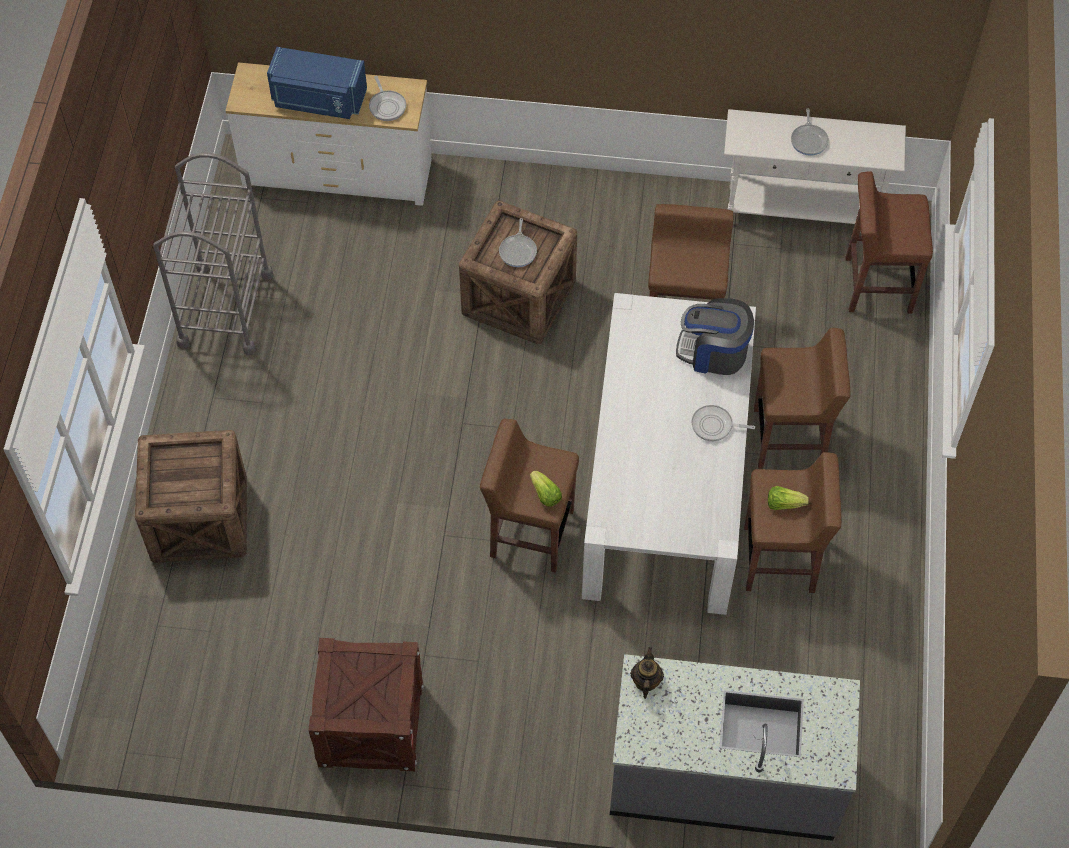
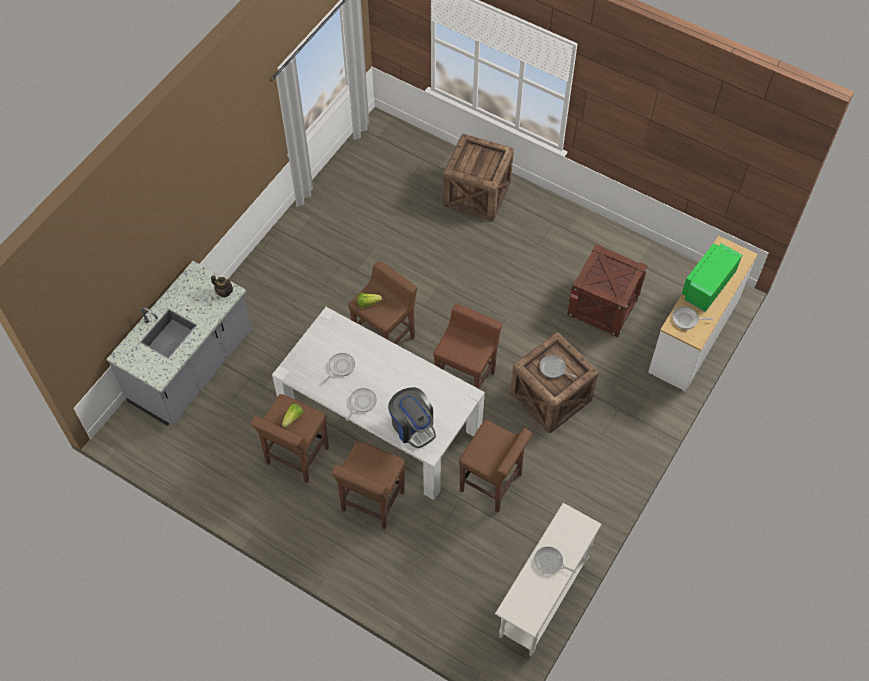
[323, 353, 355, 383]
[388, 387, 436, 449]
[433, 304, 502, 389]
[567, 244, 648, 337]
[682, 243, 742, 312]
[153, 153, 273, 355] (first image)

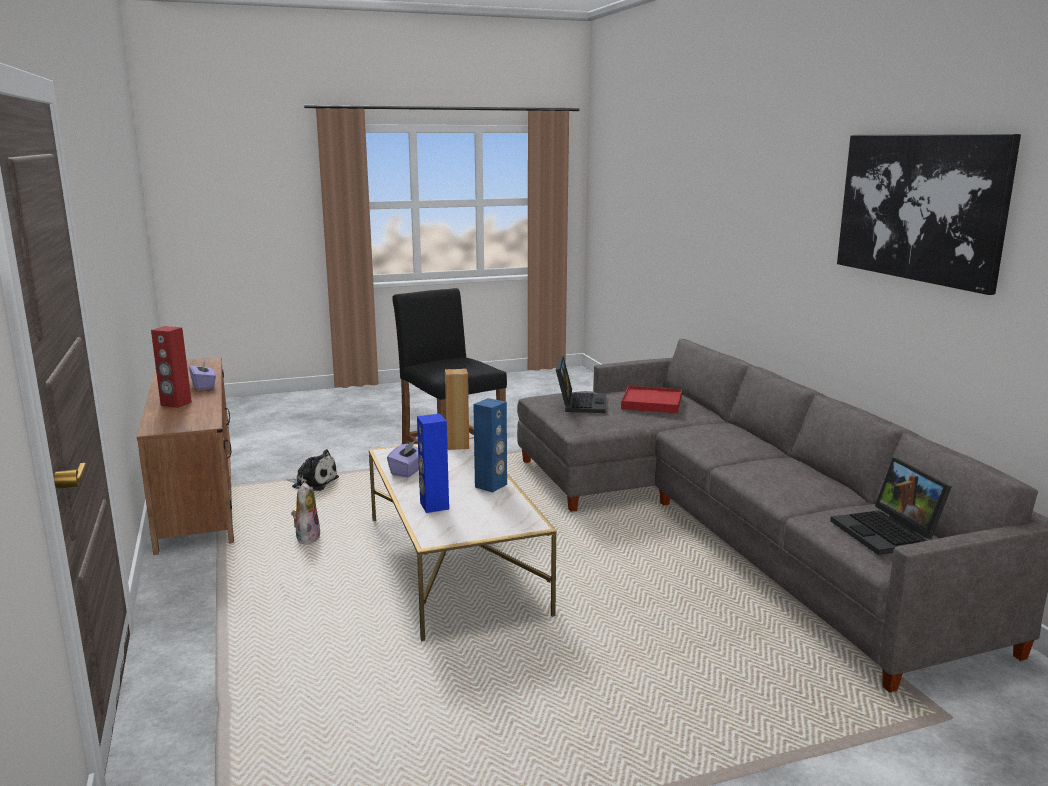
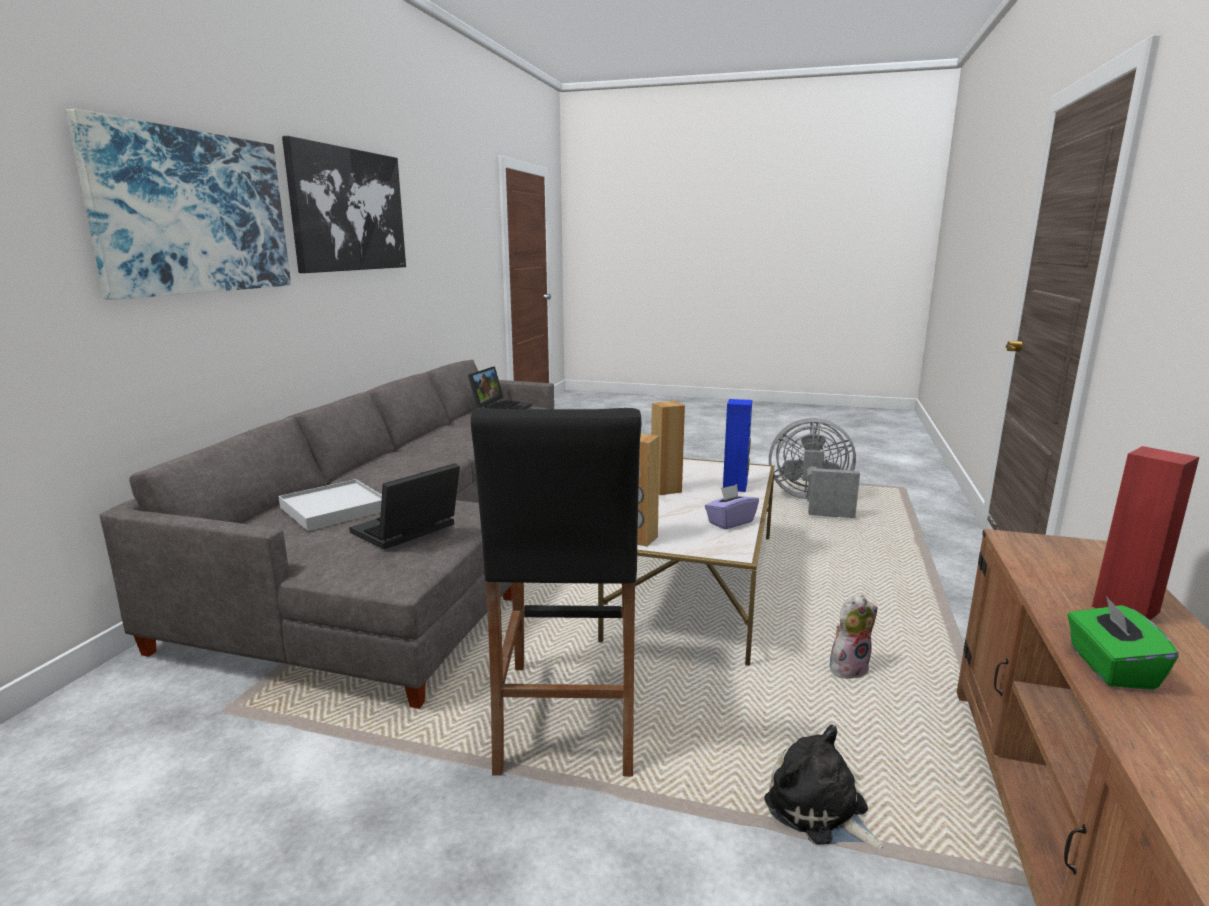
[66, 109, 291, 300]
[278, 479, 382, 531]
[651, 401, 685, 495]
[769, 418, 860, 518]
[830, 594, 878, 678]
[1067, 596, 1179, 690]

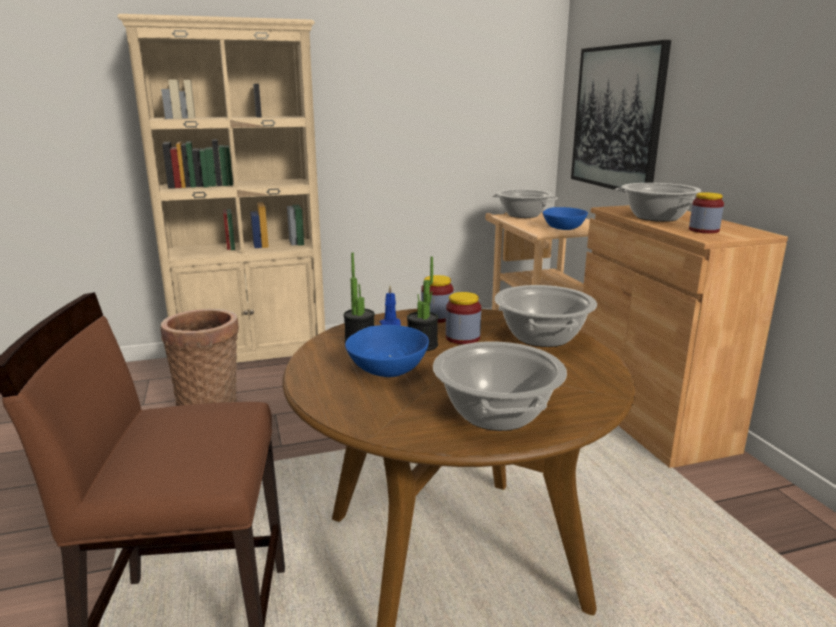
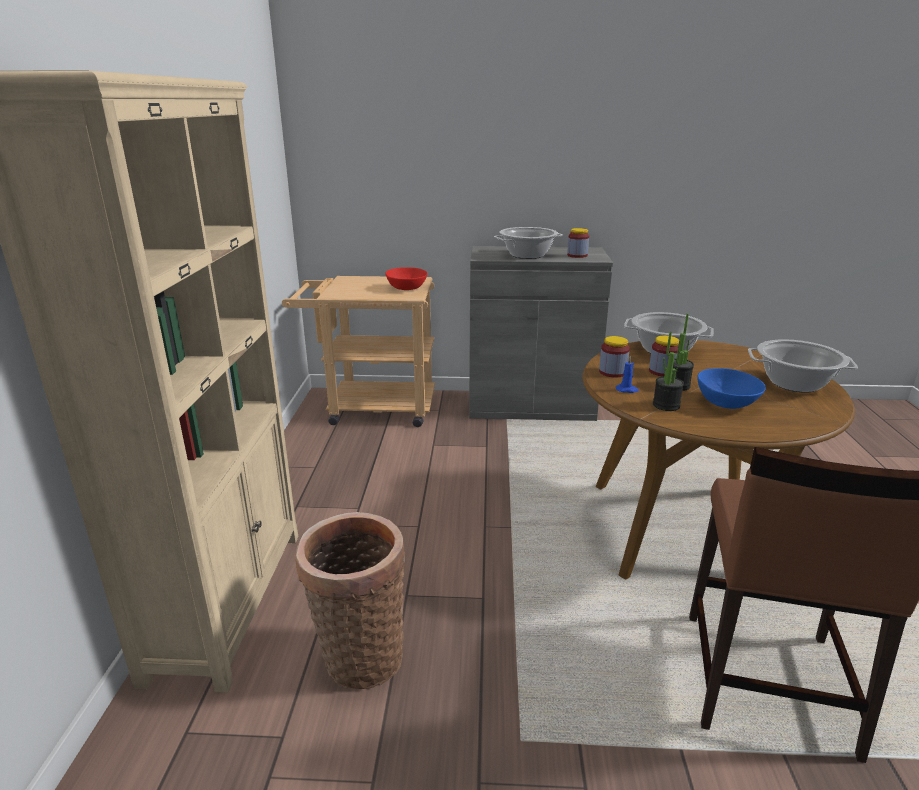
[385, 267, 427, 290]
[469, 246, 613, 421]
[492, 189, 558, 218] (first image)
[571, 40, 671, 193] (first image)

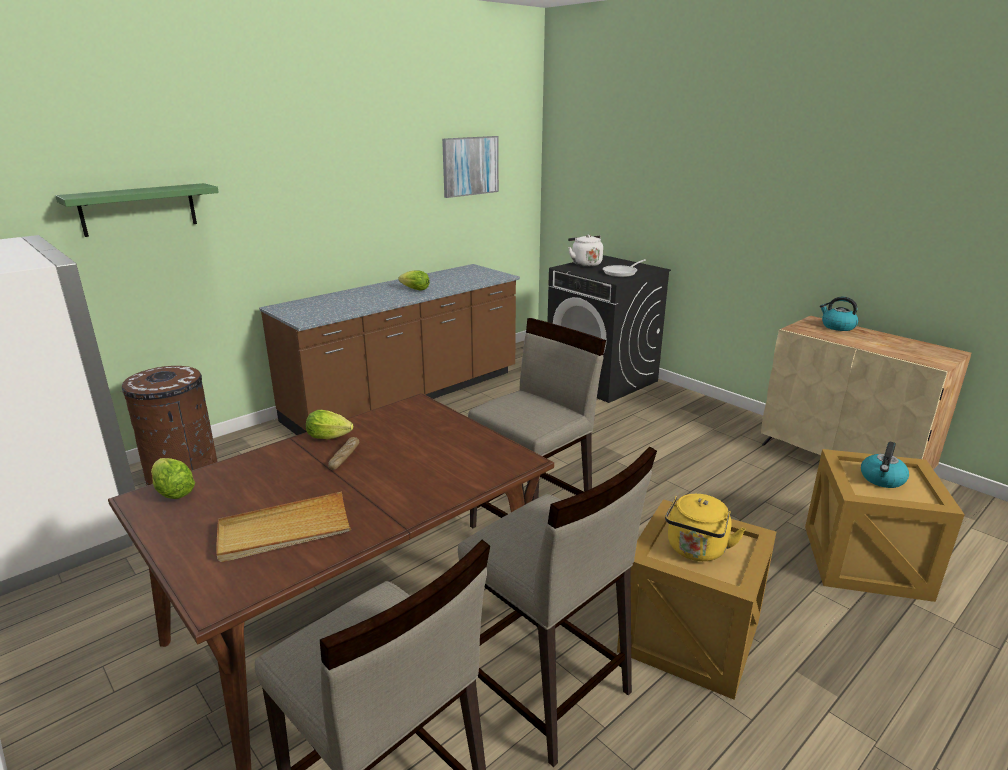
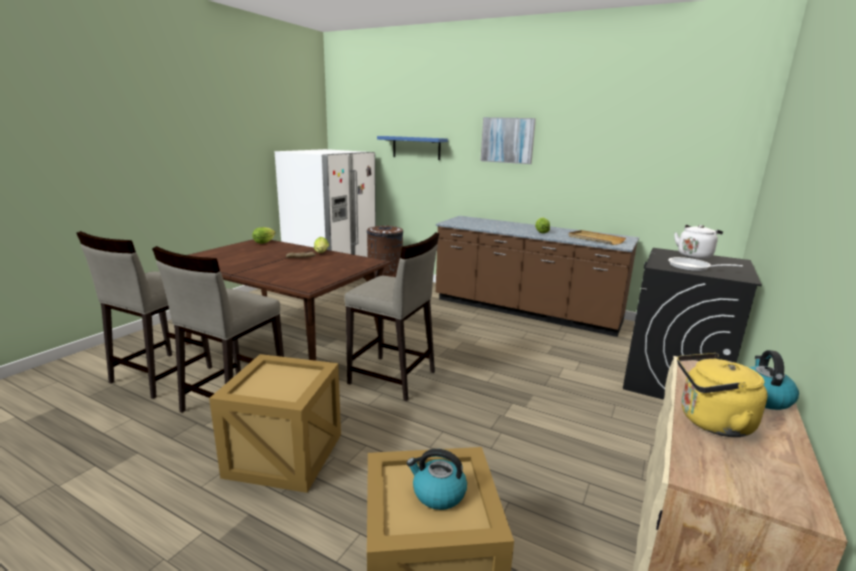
[377, 136, 448, 160]
[481, 117, 536, 164]
[568, 230, 626, 245]
[677, 353, 768, 437]

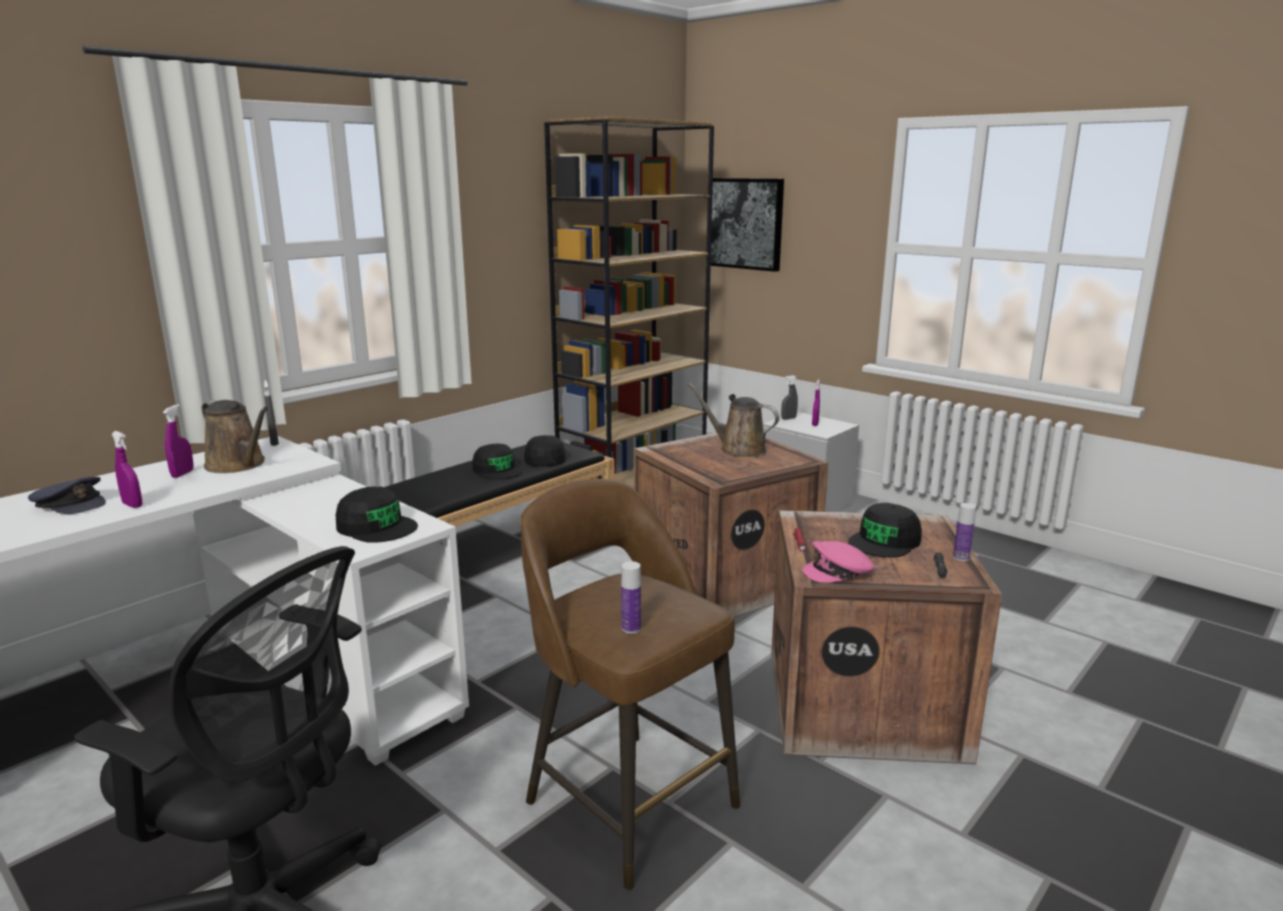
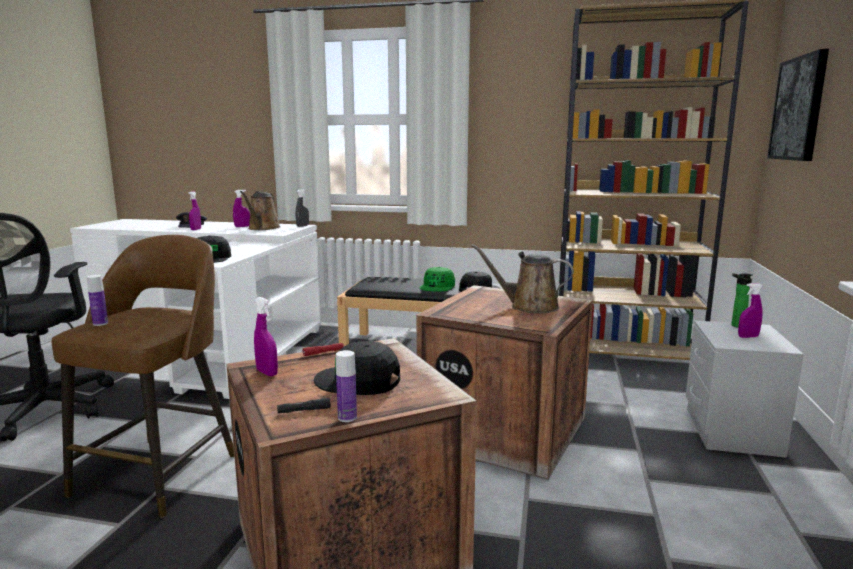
[254, 297, 278, 376]
[420, 267, 455, 292]
[471, 244, 574, 313]
[731, 273, 753, 328]

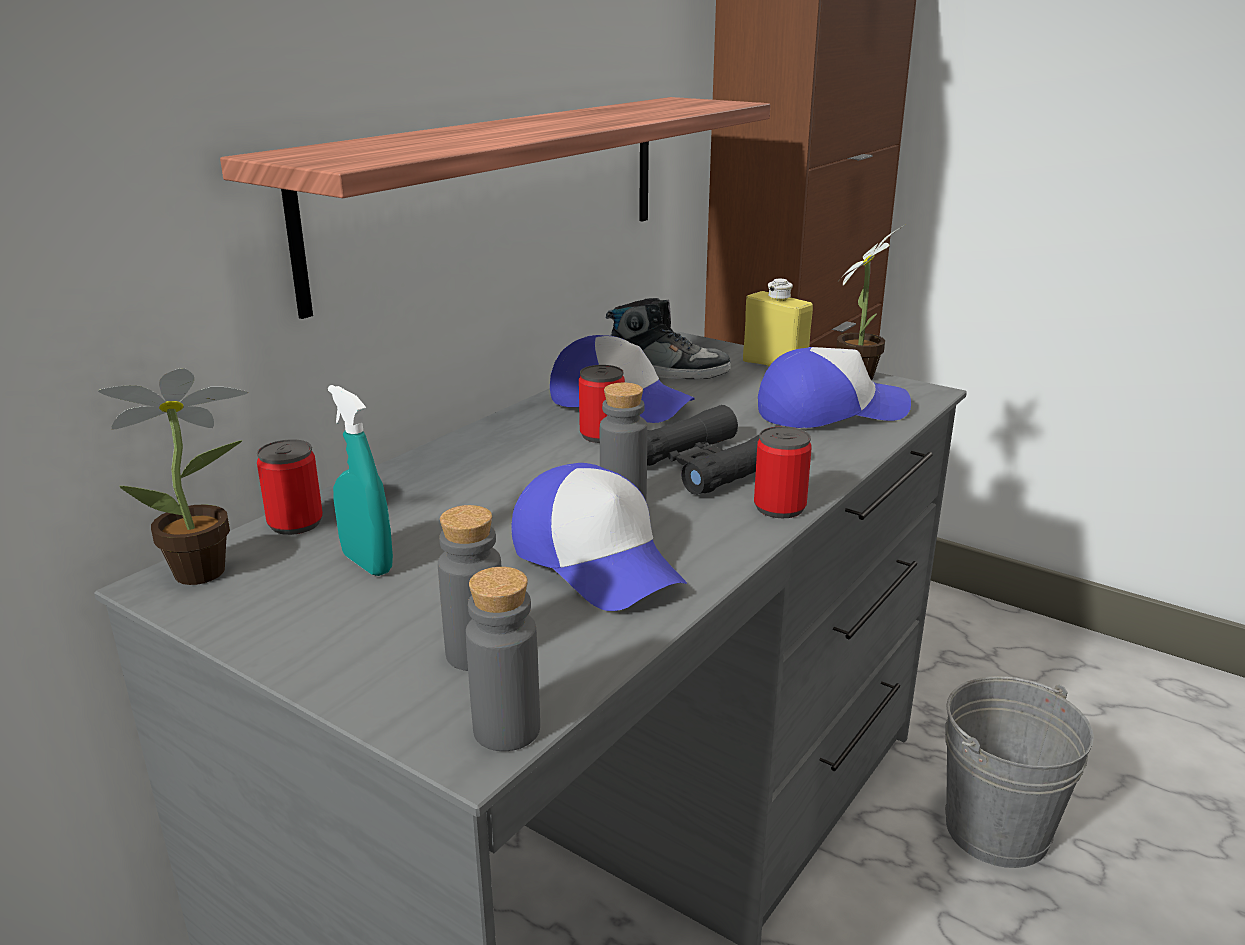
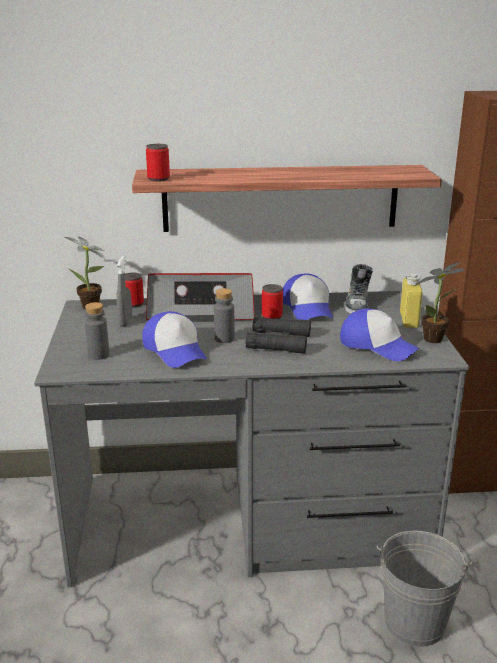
[117, 256, 132, 327]
[142, 311, 207, 368]
[146, 144, 170, 182]
[146, 273, 255, 322]
[345, 264, 373, 314]
[466, 567, 540, 751] (first image)

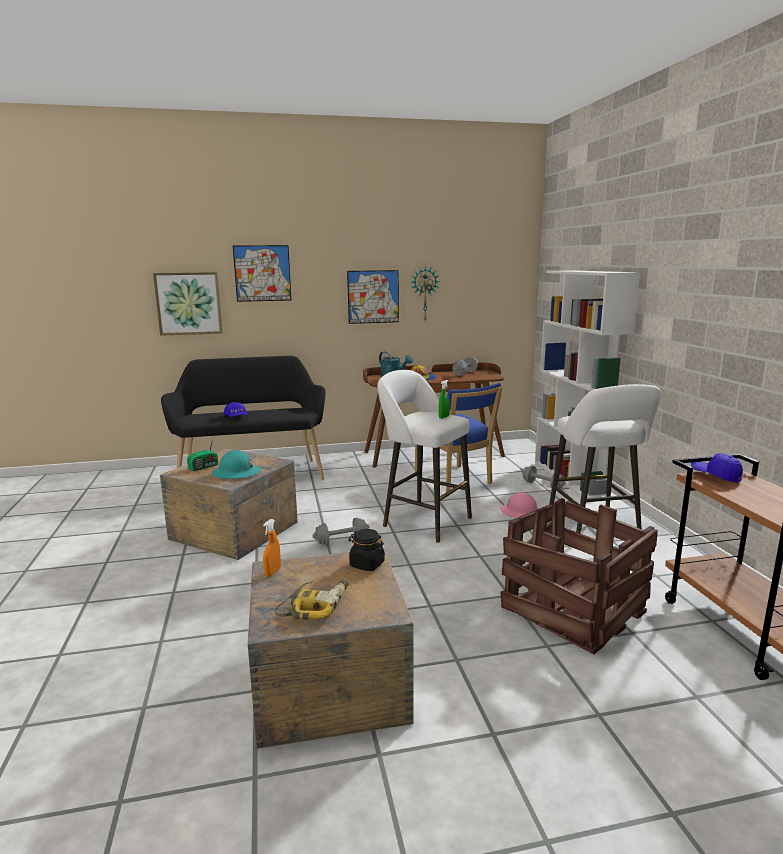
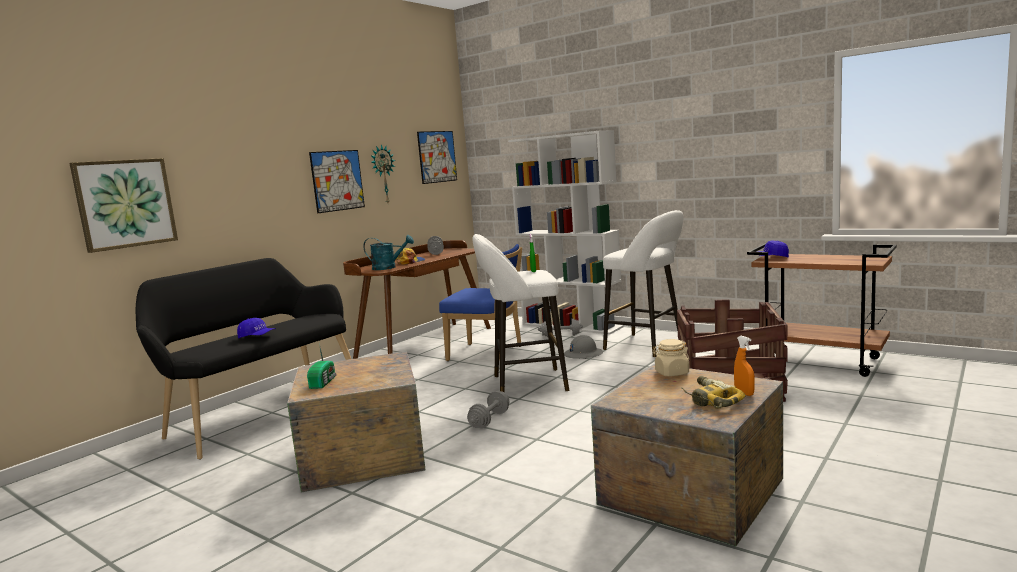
[417, 131, 457, 184]
[564, 335, 603, 359]
[653, 339, 689, 377]
[734, 336, 755, 396]
[212, 450, 261, 479] (first image)

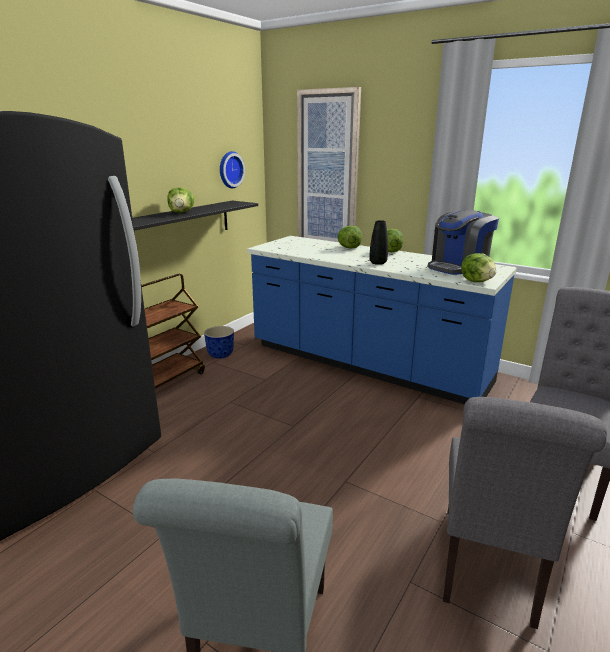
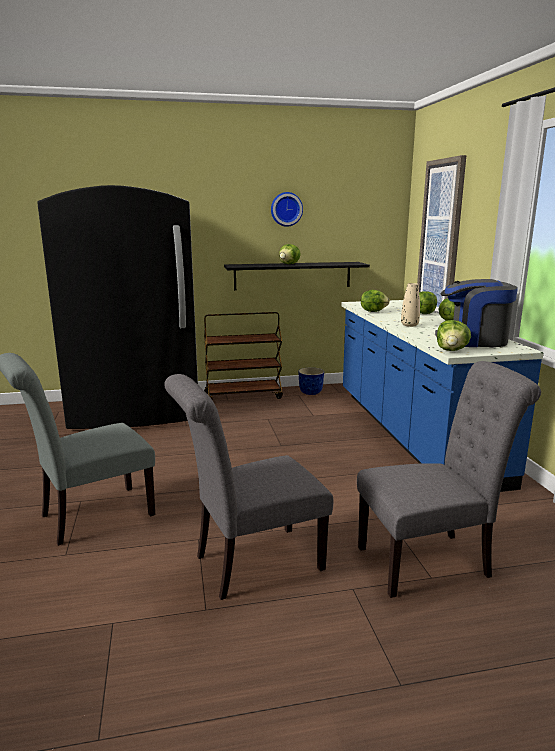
[271, 192, 303, 227]
[361, 290, 390, 312]
[401, 283, 420, 327]

